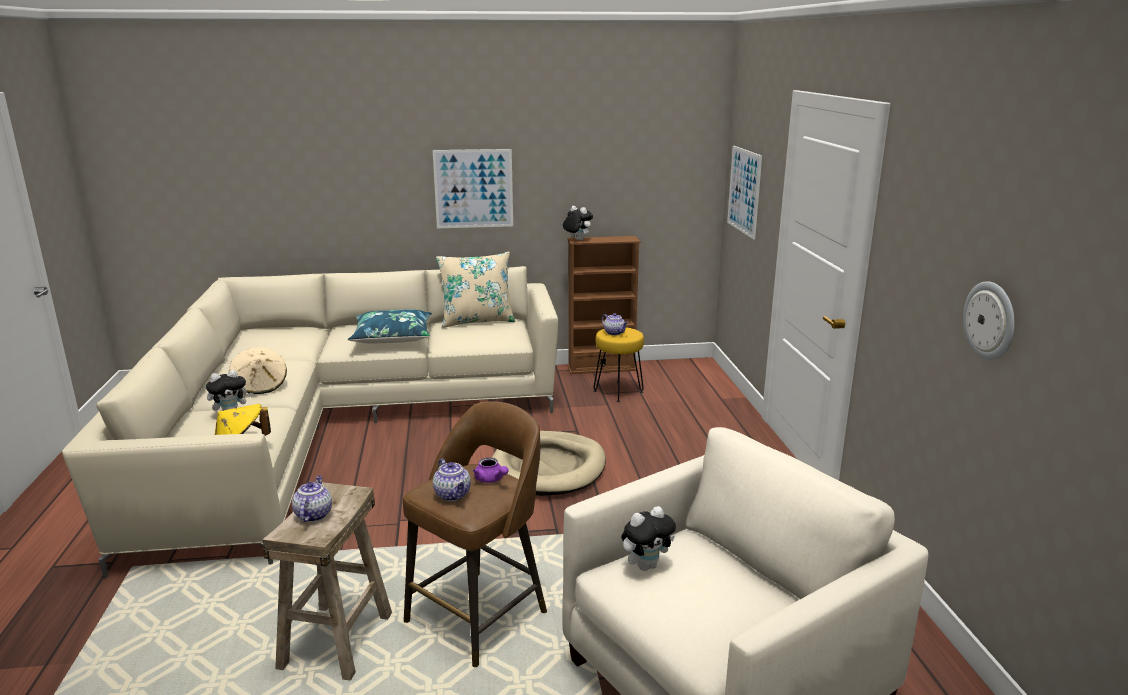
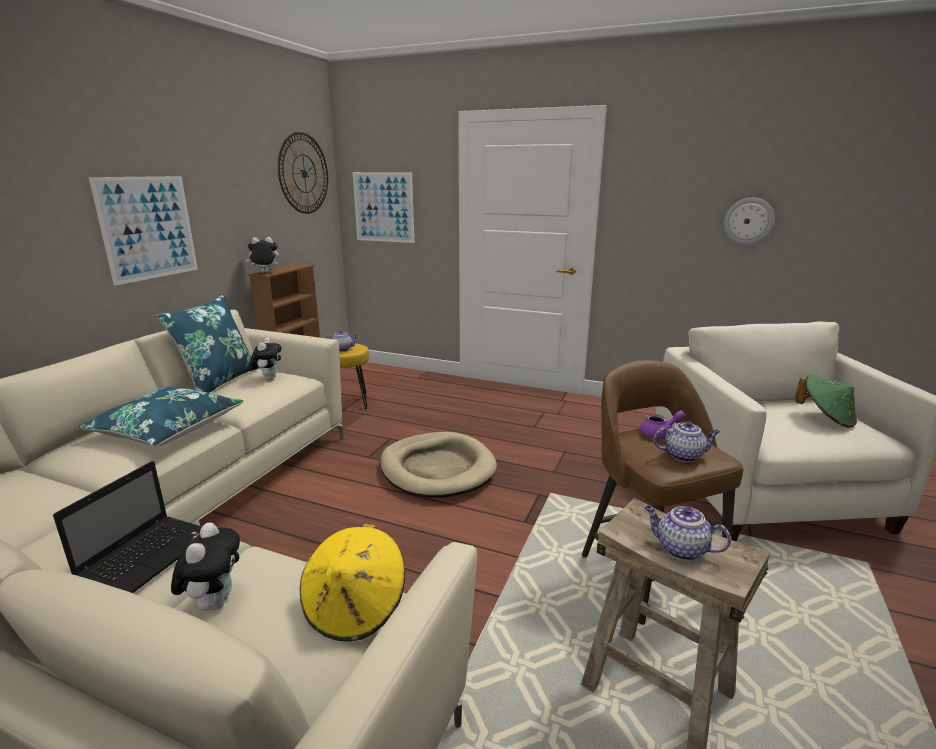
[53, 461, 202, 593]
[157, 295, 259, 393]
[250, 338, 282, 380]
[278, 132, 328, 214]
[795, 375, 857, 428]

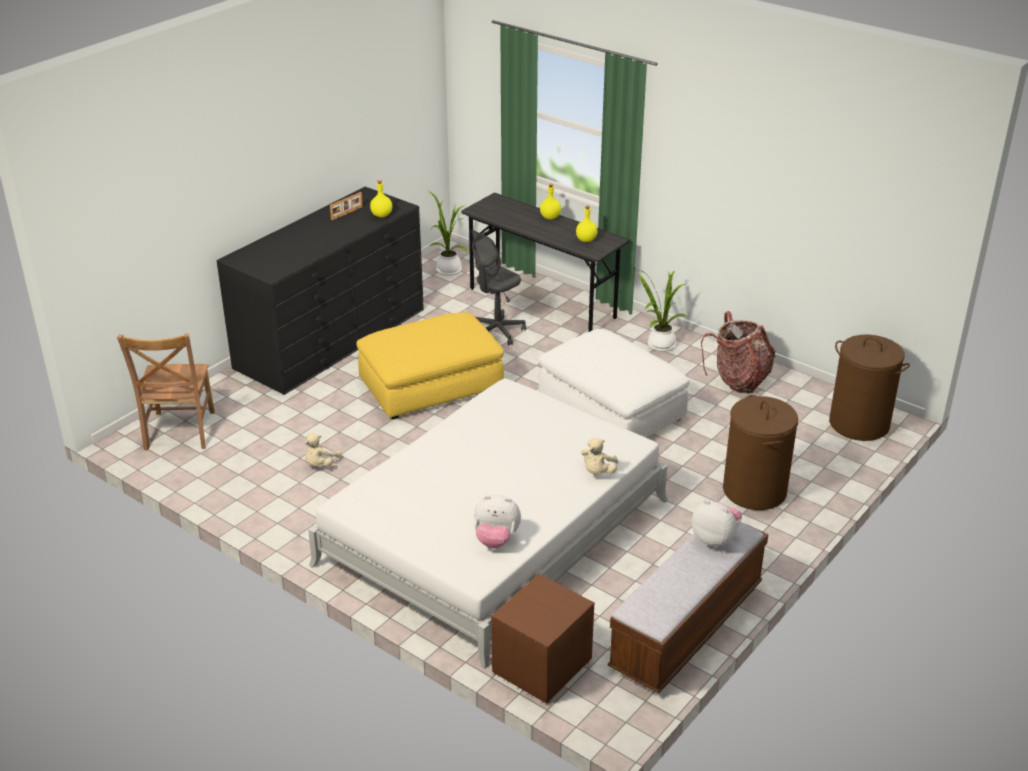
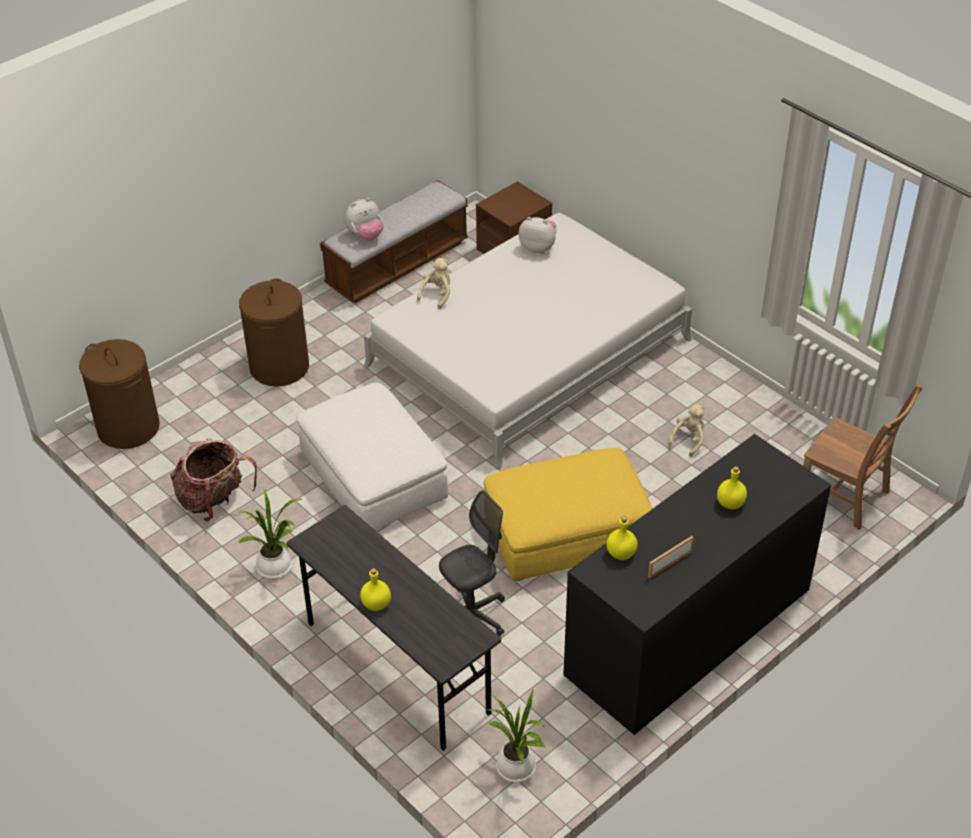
[344, 198, 384, 241]
[717, 466, 747, 509]
[803, 384, 924, 530]

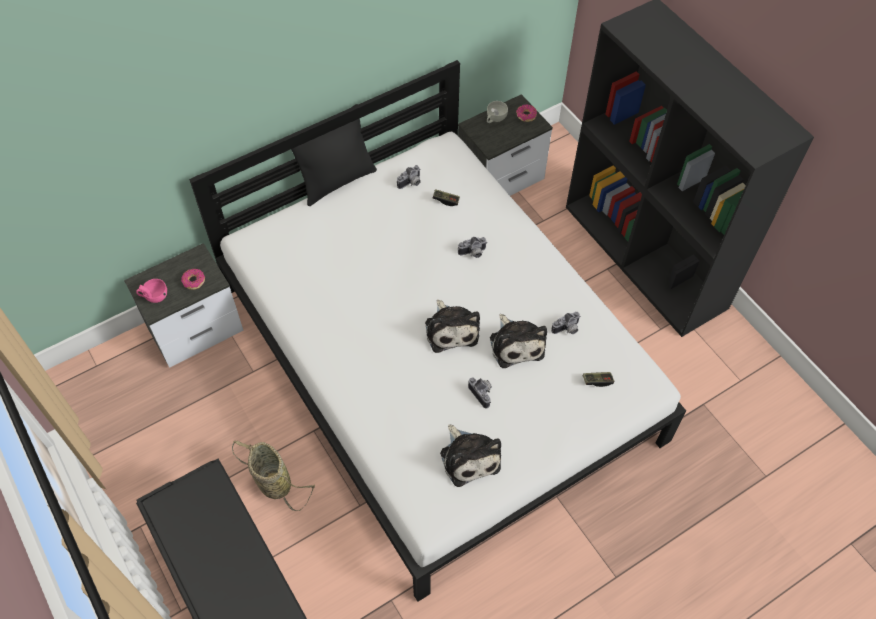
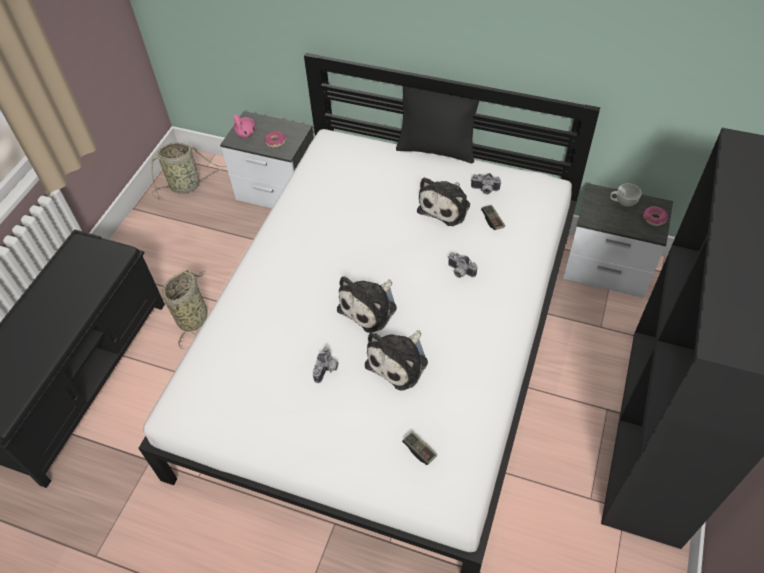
[151, 142, 227, 200]
[417, 177, 470, 226]
[551, 312, 581, 334] (first image)

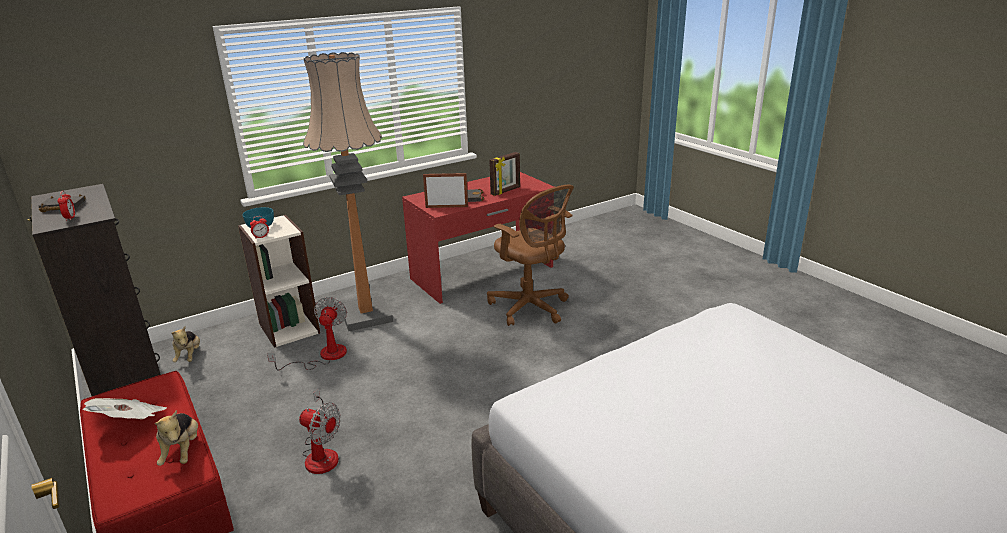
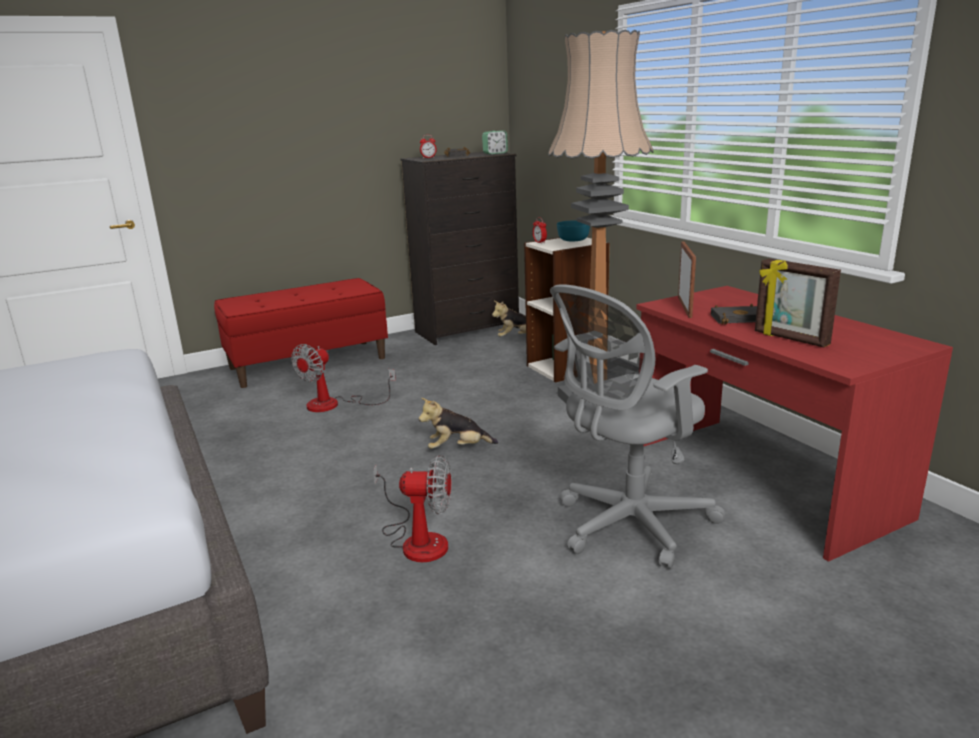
[373, 455, 452, 562]
[419, 398, 498, 449]
[482, 131, 508, 154]
[550, 284, 725, 569]
[82, 398, 167, 419] (first image)

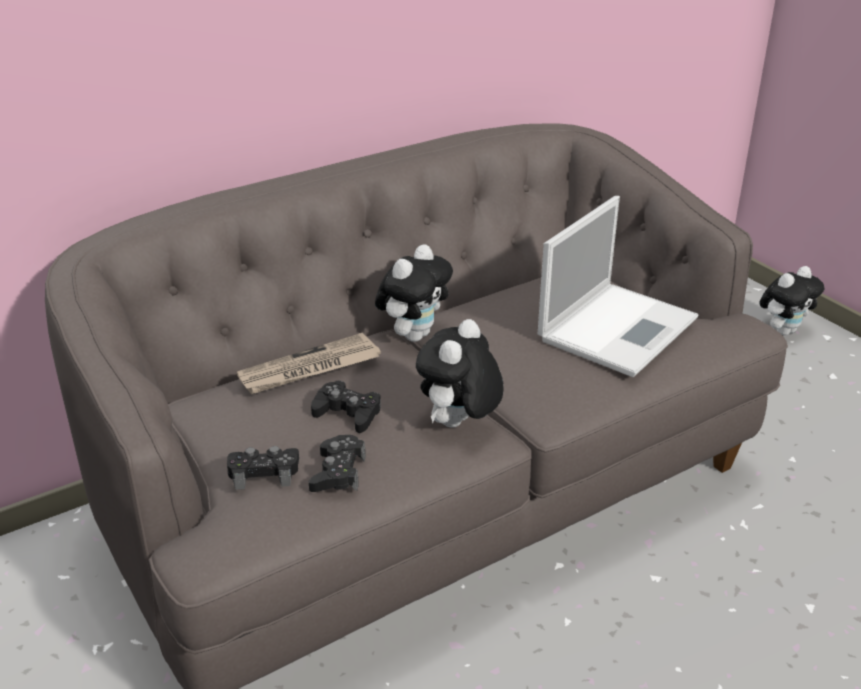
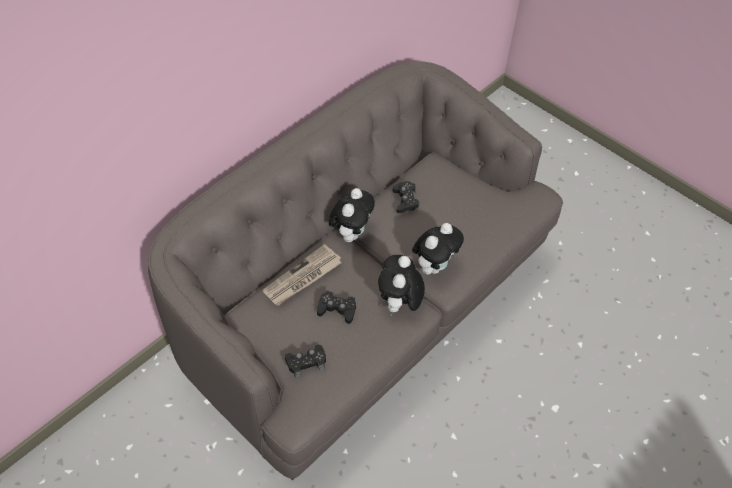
[393, 181, 420, 213]
[412, 223, 464, 275]
[538, 196, 698, 377] (first image)

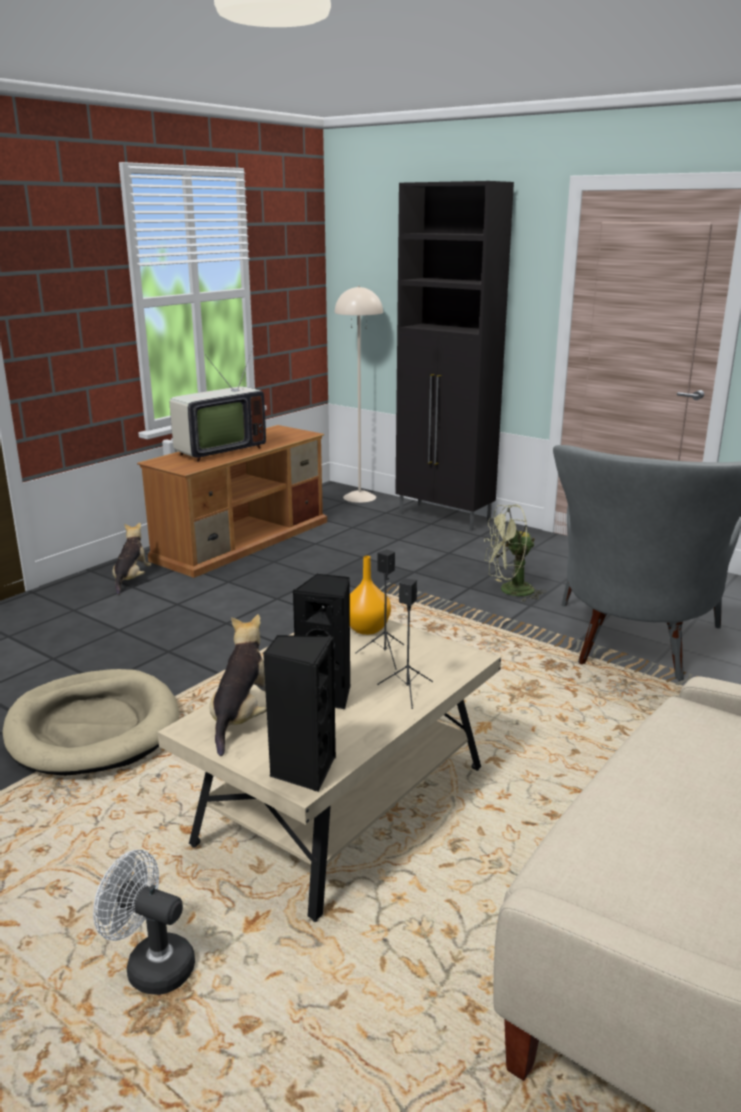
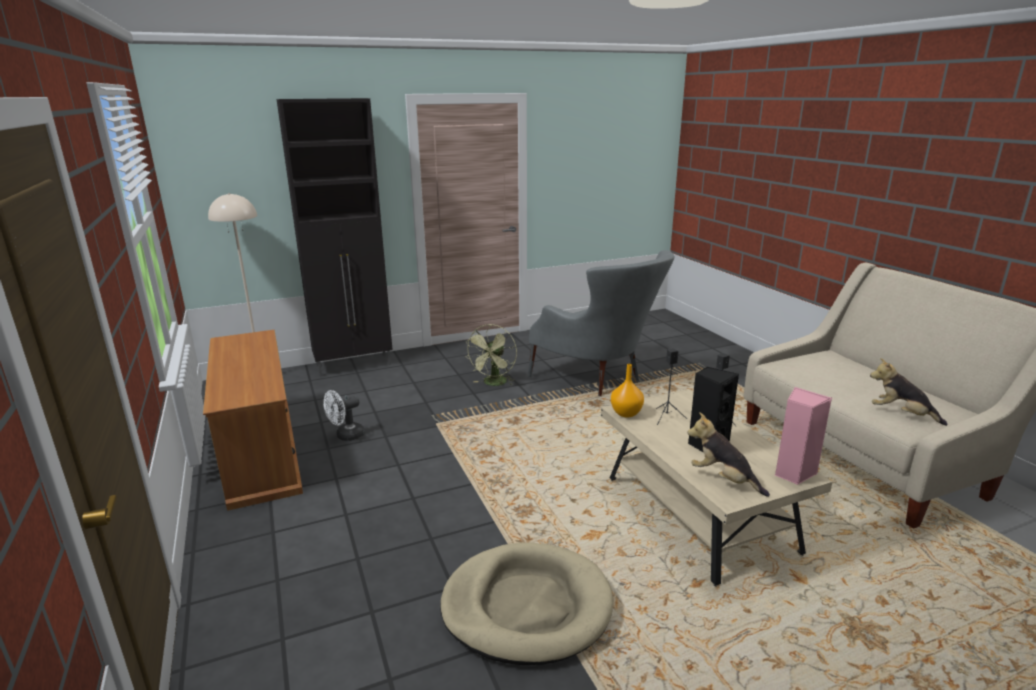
[323, 390, 365, 441]
[775, 387, 832, 485]
[870, 358, 947, 426]
[170, 345, 266, 462] (first image)

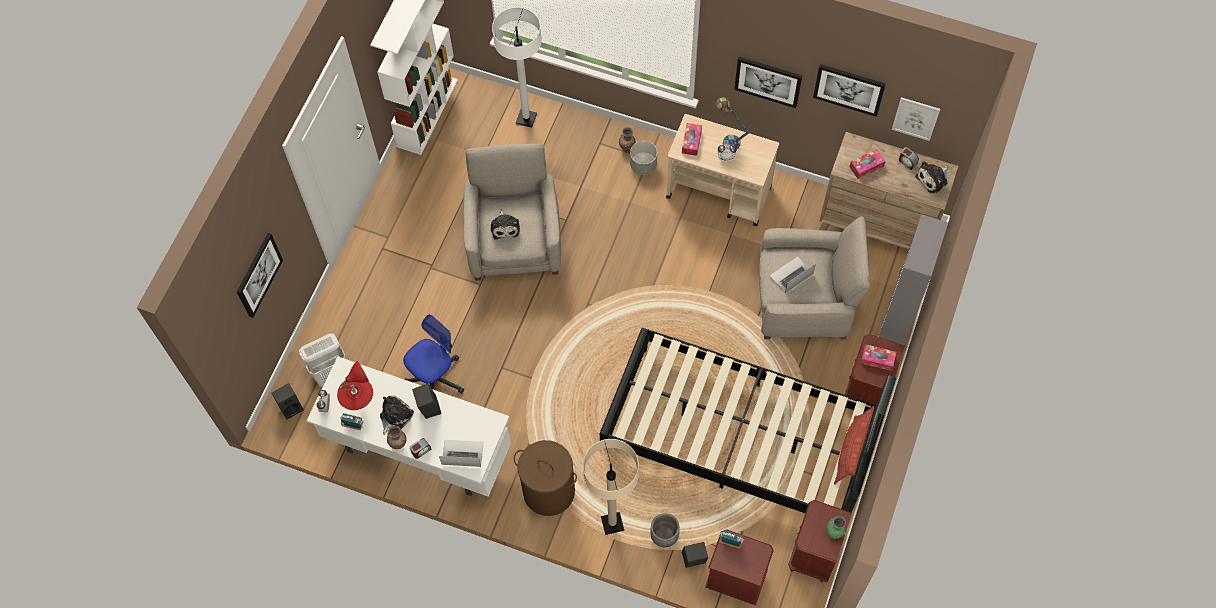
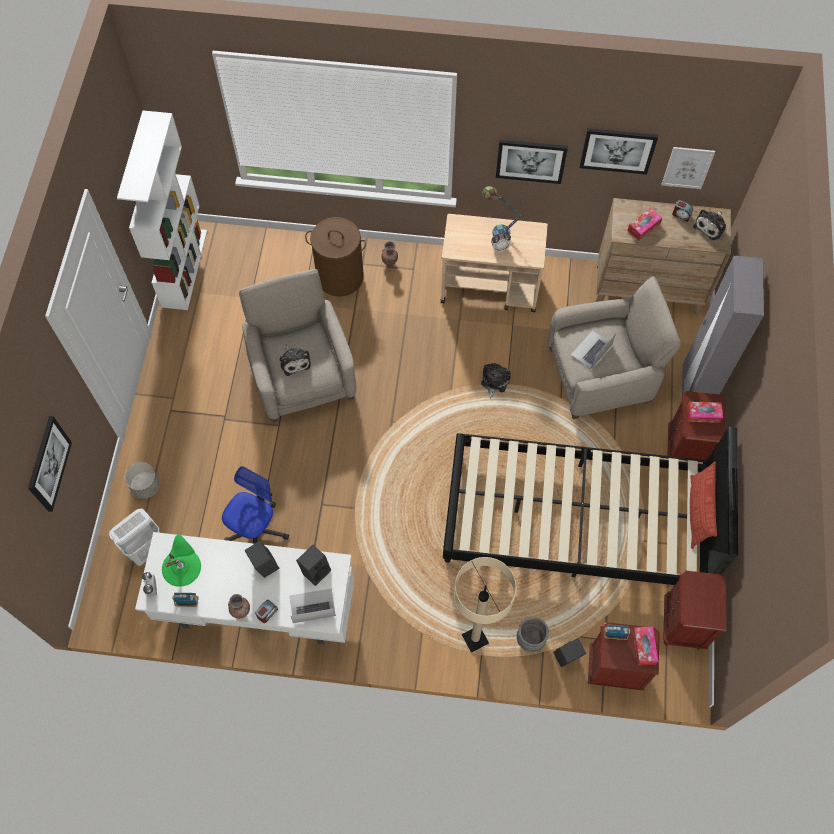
[125, 462, 160, 499]
[162, 533, 201, 587]
[296, 545, 331, 586]
[305, 217, 366, 297]
[481, 363, 510, 398]
[632, 627, 658, 666]
[492, 7, 542, 127] (first image)
[826, 516, 846, 539] (first image)

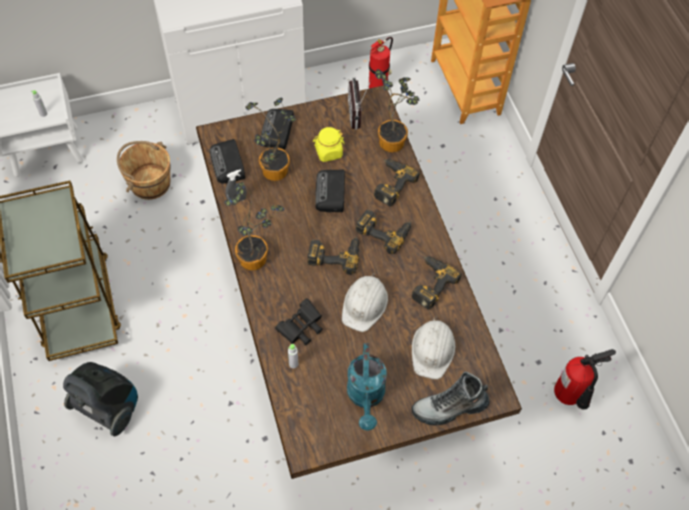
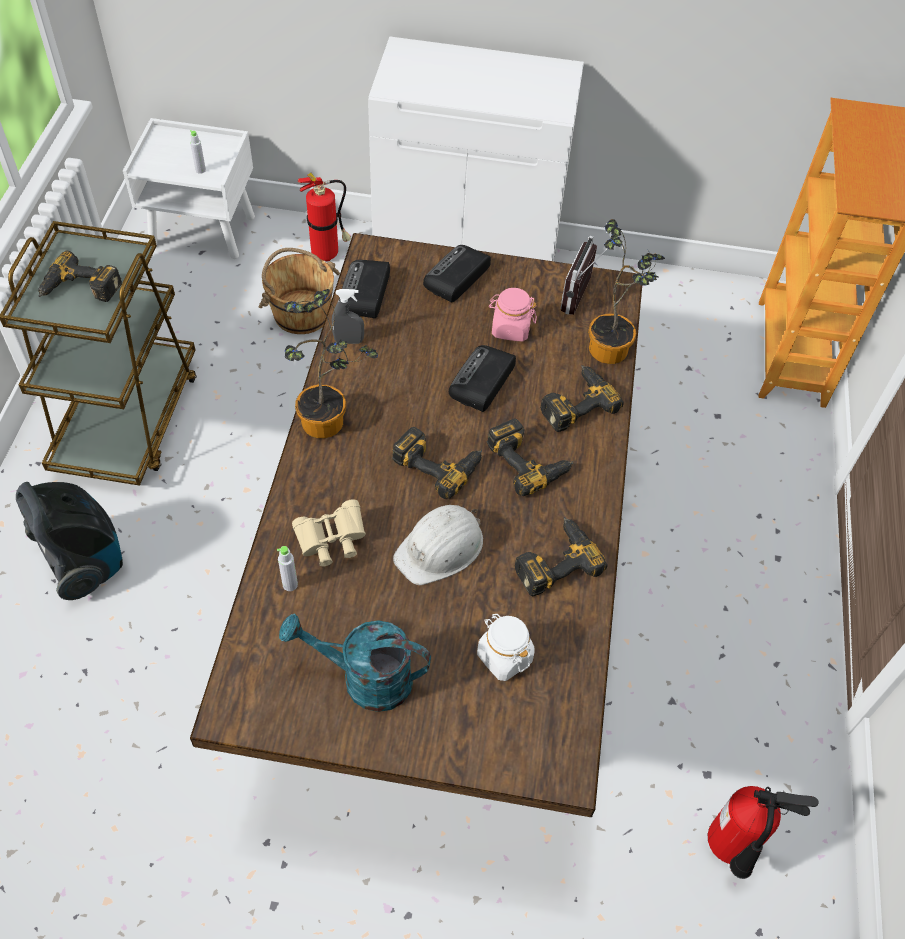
[38, 251, 122, 302]
[279, 614, 431, 712]
[292, 499, 366, 566]
[298, 173, 351, 262]
[477, 614, 534, 681]
[489, 288, 537, 342]
[245, 97, 296, 181] (first image)
[411, 372, 490, 426] (first image)

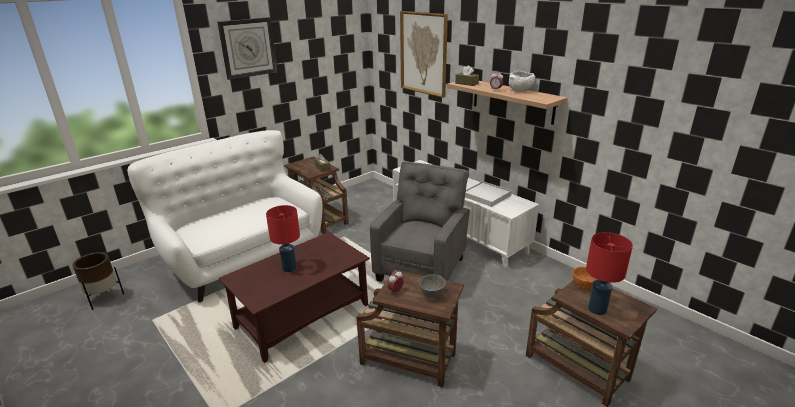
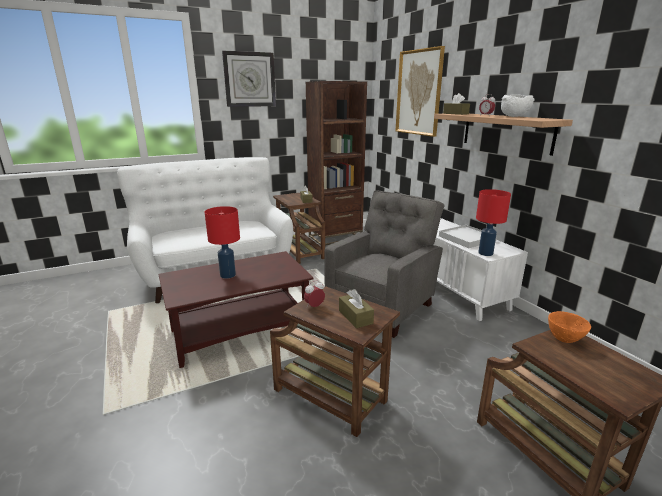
[305, 81, 367, 246]
[339, 289, 374, 328]
[476, 189, 511, 256]
[72, 252, 124, 310] (first image)

